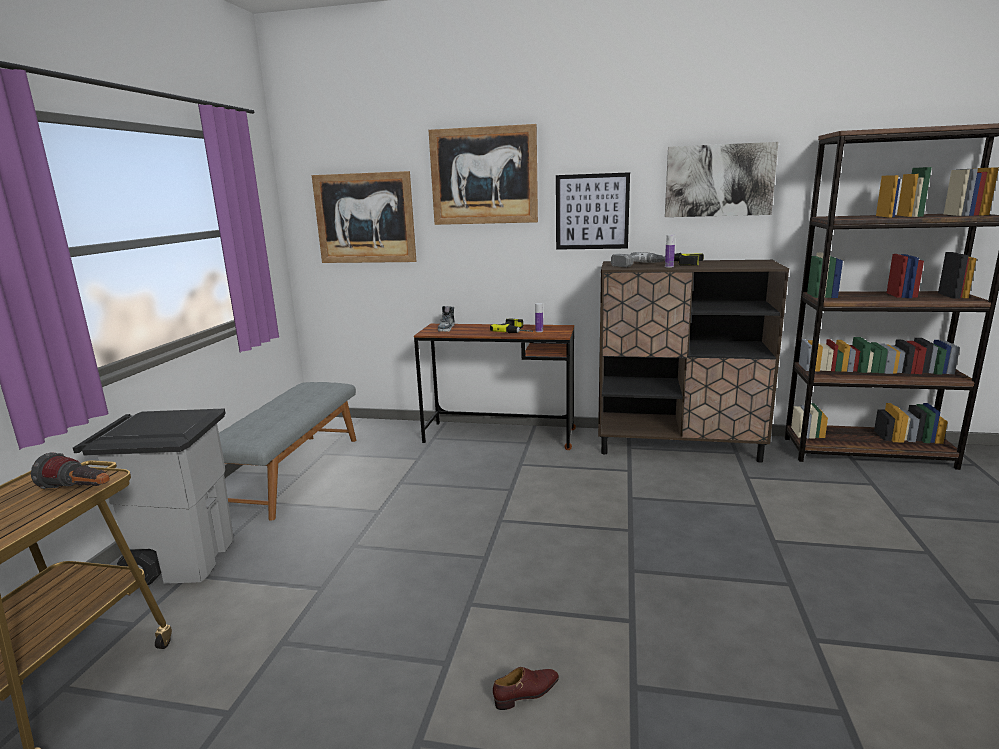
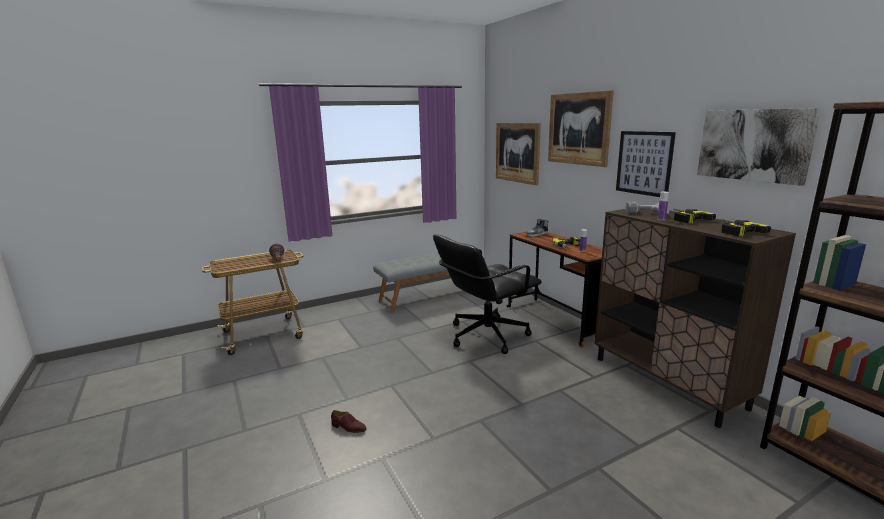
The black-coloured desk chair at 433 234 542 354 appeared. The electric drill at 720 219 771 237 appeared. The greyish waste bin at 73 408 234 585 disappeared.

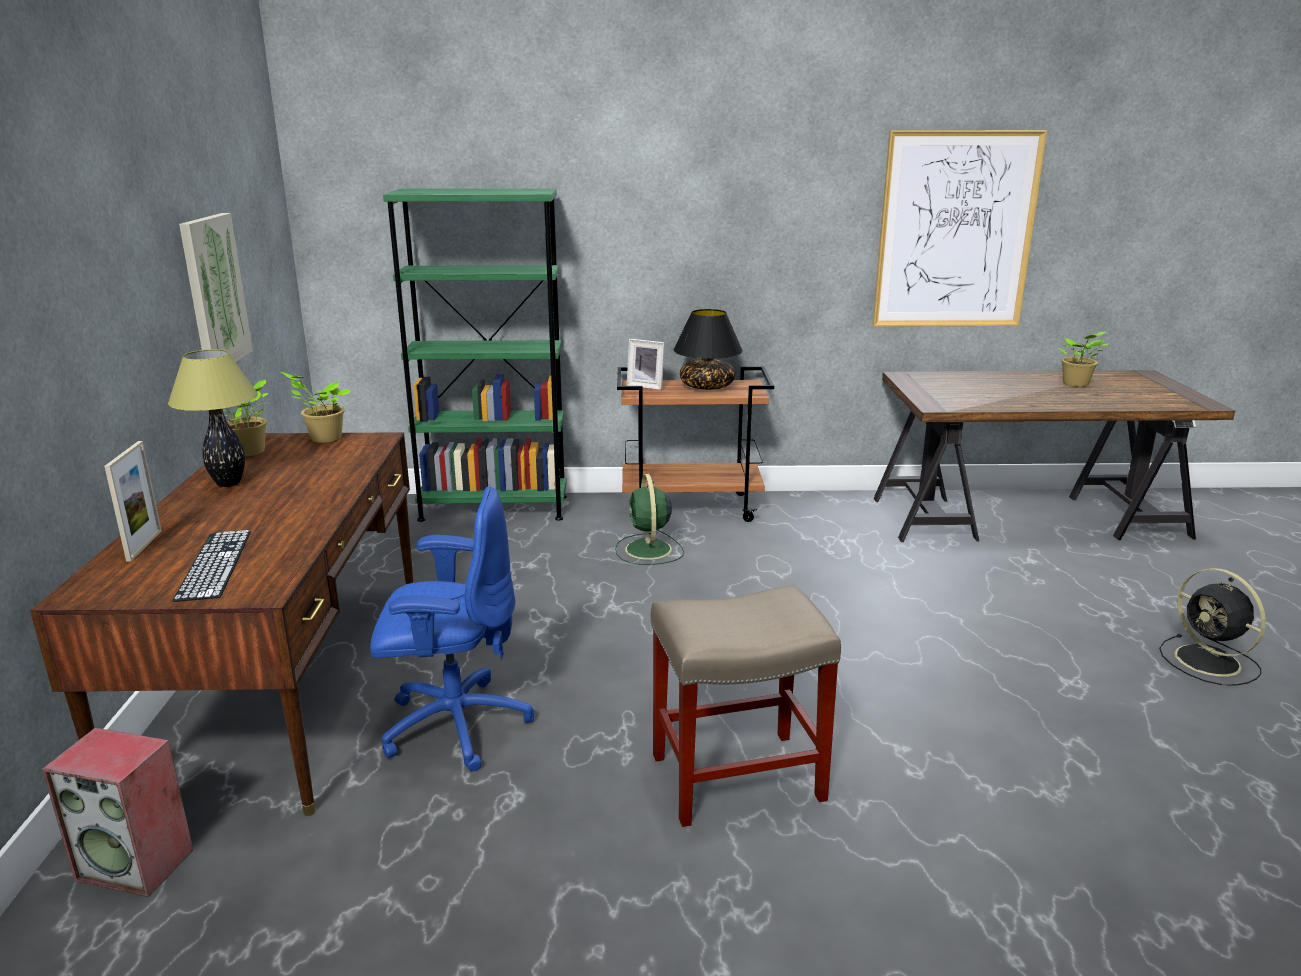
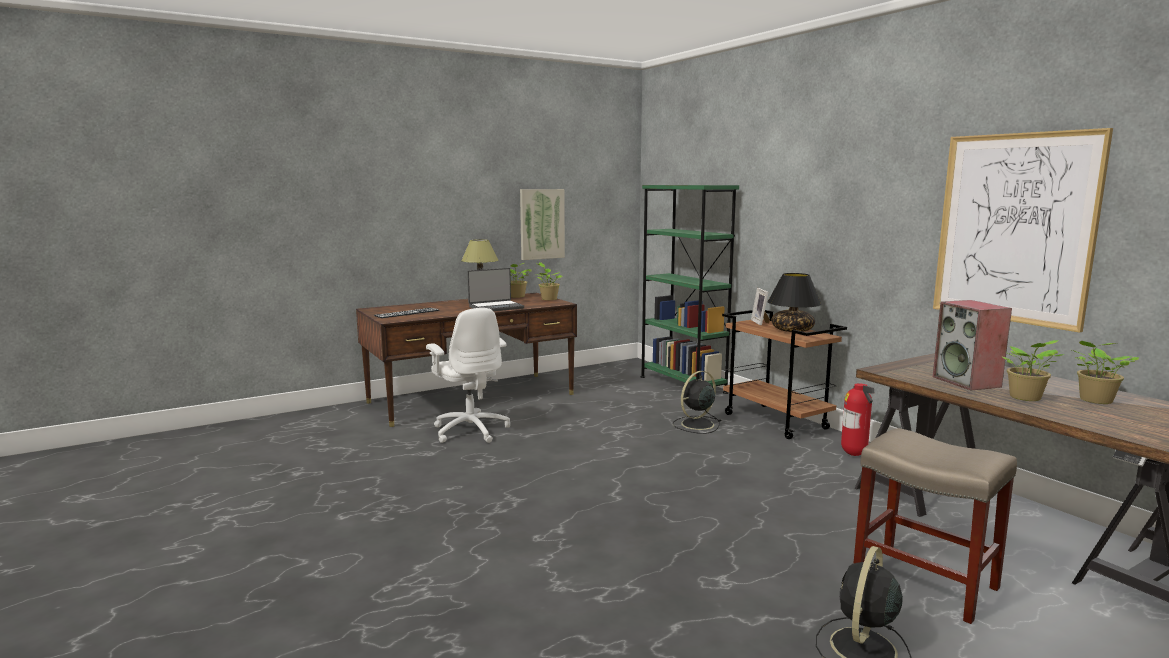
The blue desk chair at 370 486 534 771 became the white desk chair at 426 308 510 443. The notebook computer at 467 268 524 311 appeared. The greenish cooling fan at 615 474 684 565 became the black-coloured cooling fan at 673 371 721 434. The extinguisher at 841 383 875 456 appeared. The beige-coloured stool moved from 651 585 841 827 to 853 428 1017 624. The audio speaker moved from 42 728 194 897 to 933 300 1012 391. The potted plant at 1002 340 1065 401 appeared. The picture frame at 104 441 162 562 disappeared.

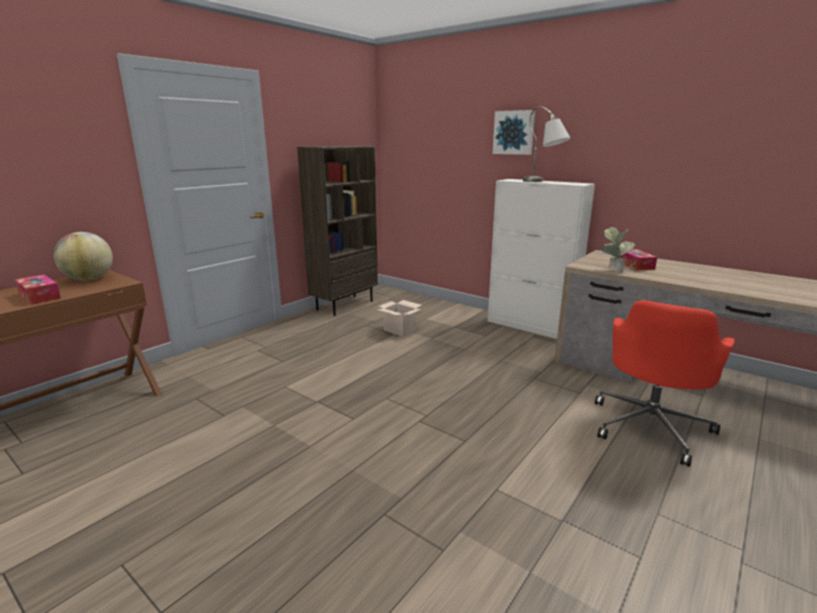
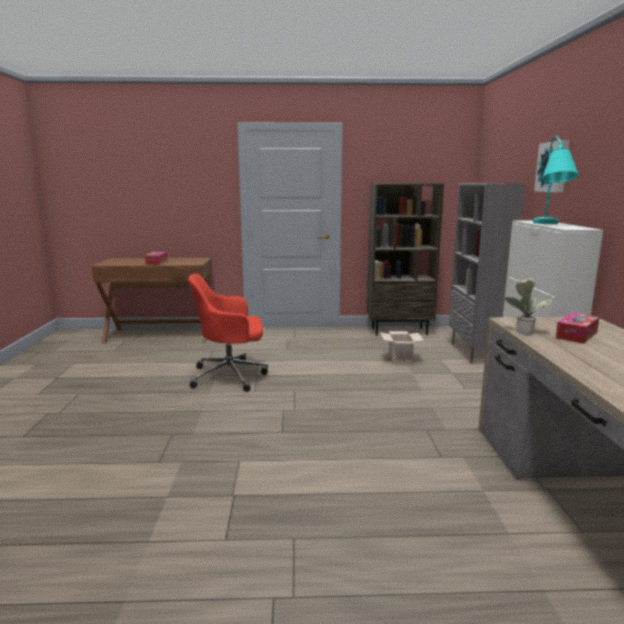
The reddish desk chair moved from 595 300 734 467 to 188 274 268 392. The greyish shelving unit at 449 183 525 363 appeared. The greyish tabletop lamp at 523 106 571 182 became the turquoise-coloured tabletop lamp at 533 136 579 224. The desk globe at 54 232 113 281 disappeared.

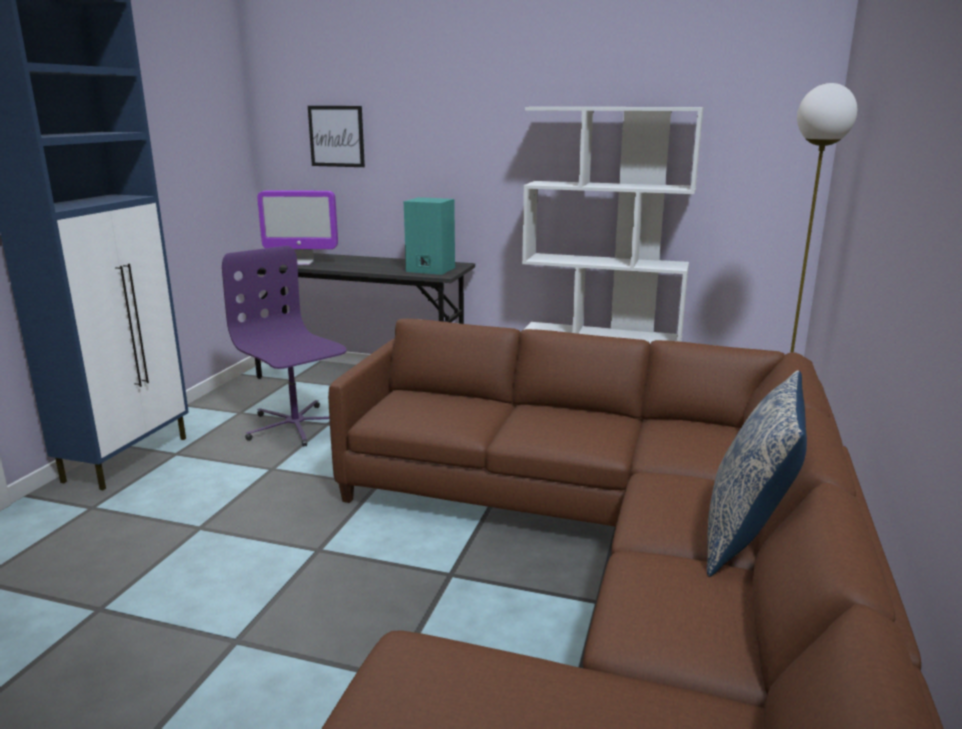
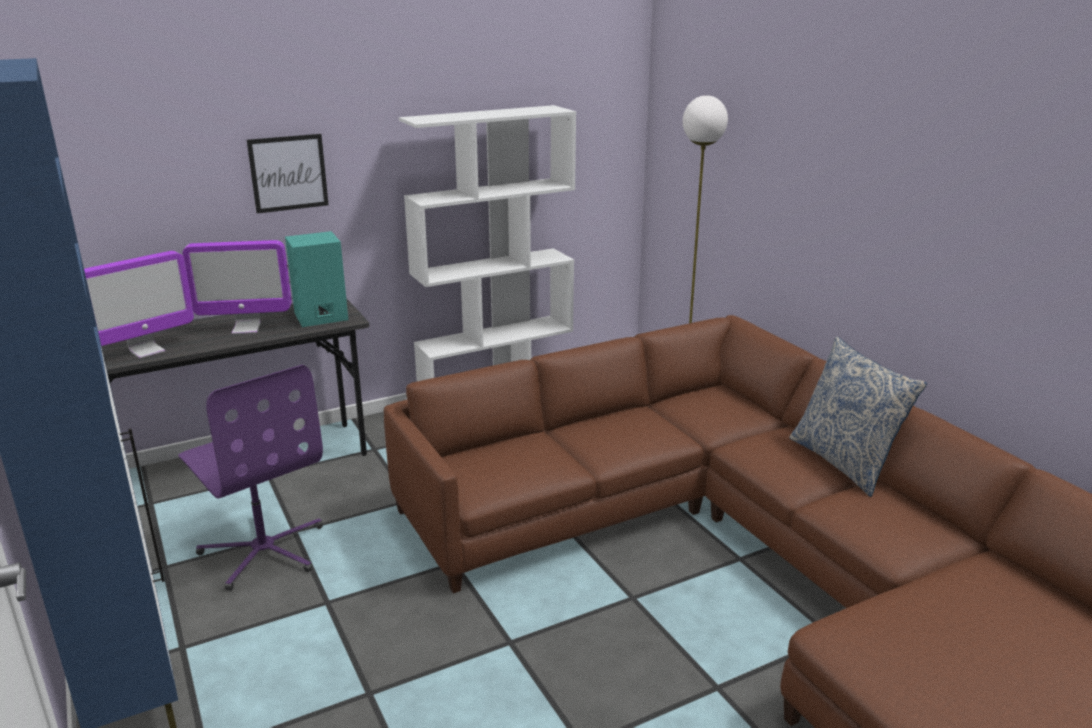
The purplish desk chair at 222 245 347 447 turned 135 degrees counterclockwise. The computer screen at 182 240 292 334 appeared. The wall picture moved from 308 106 365 167 to 247 134 329 214.

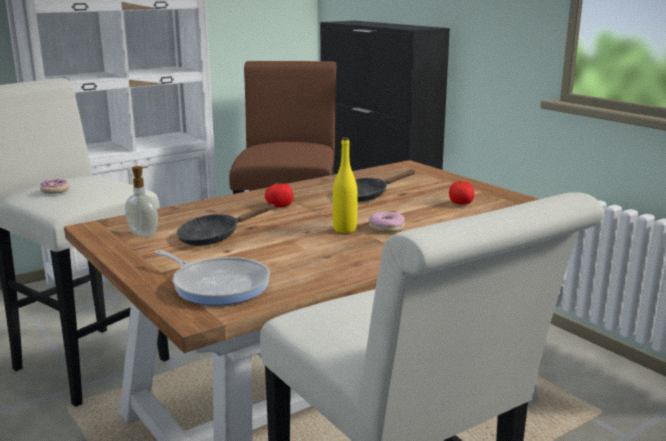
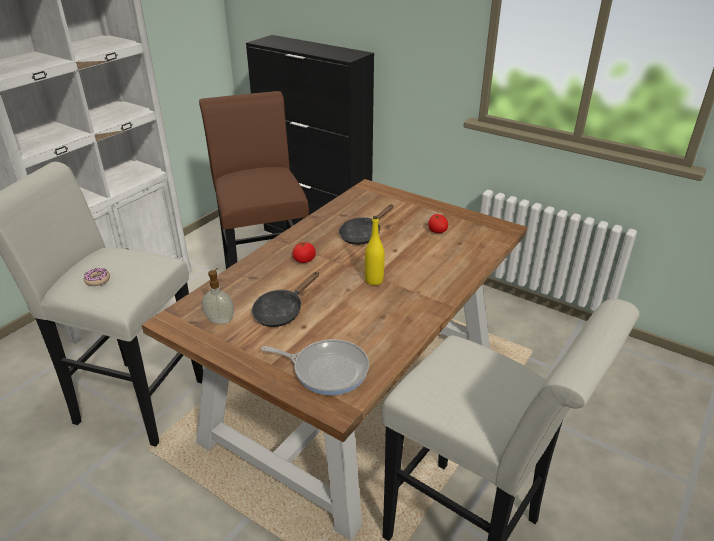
The ring doughnut at 368 211 405 233 disappeared.

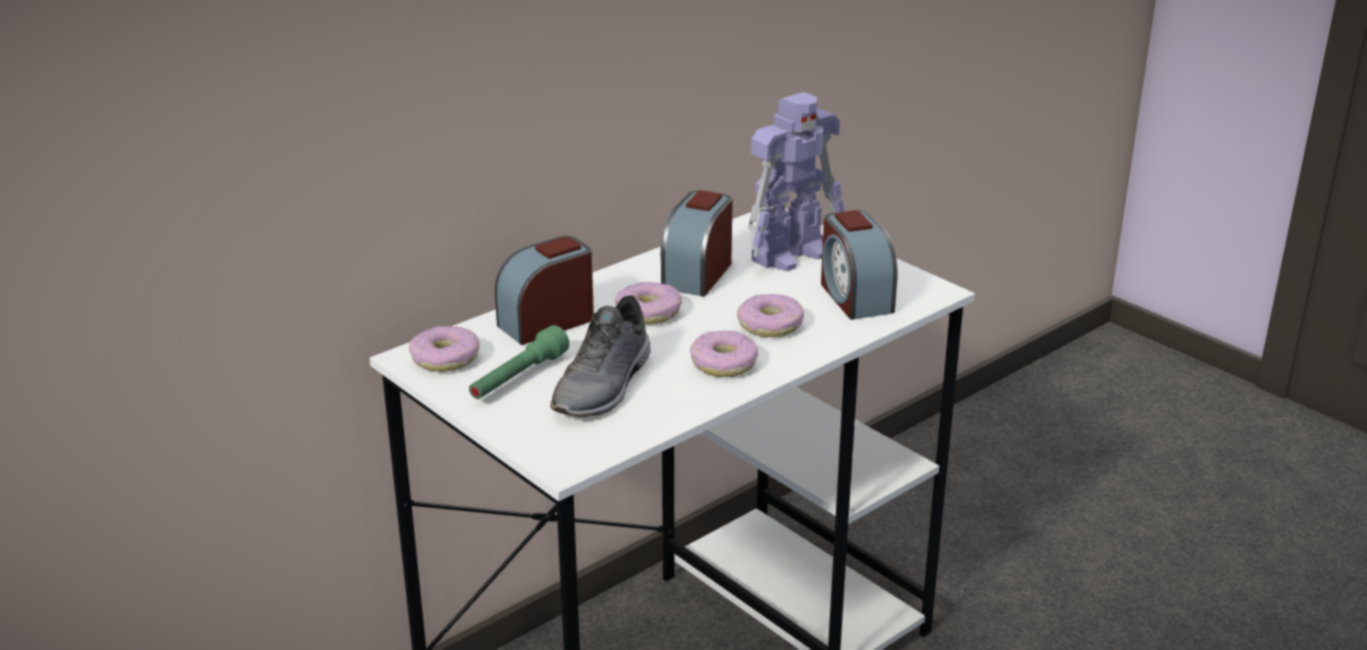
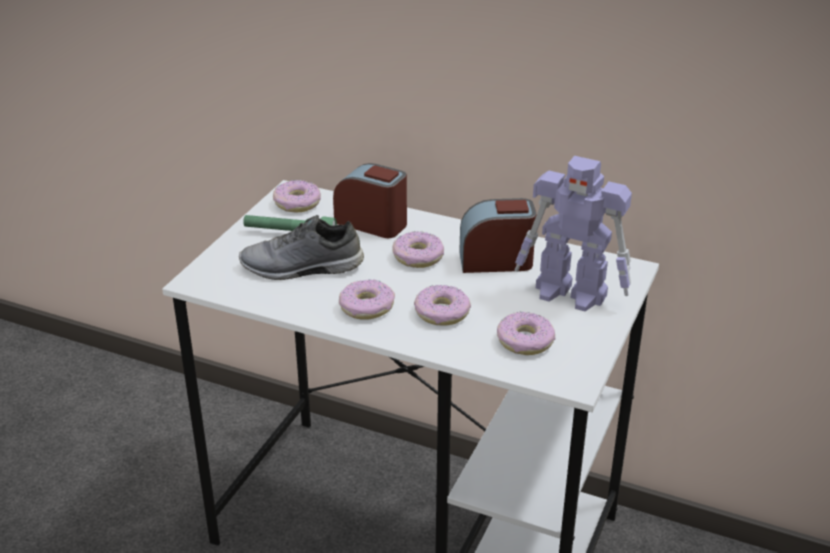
The table clock at 821 210 897 320 was replaced by the ring doughnut at 497 311 555 355.

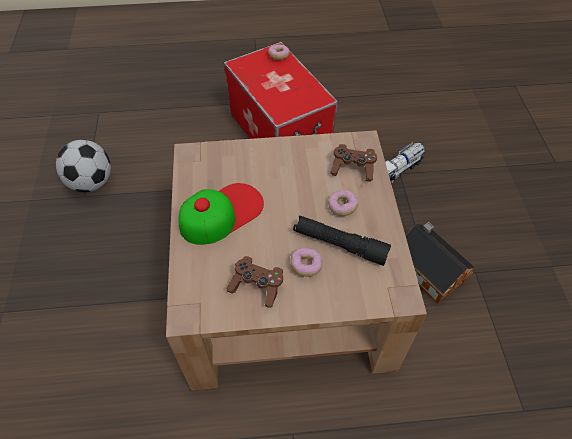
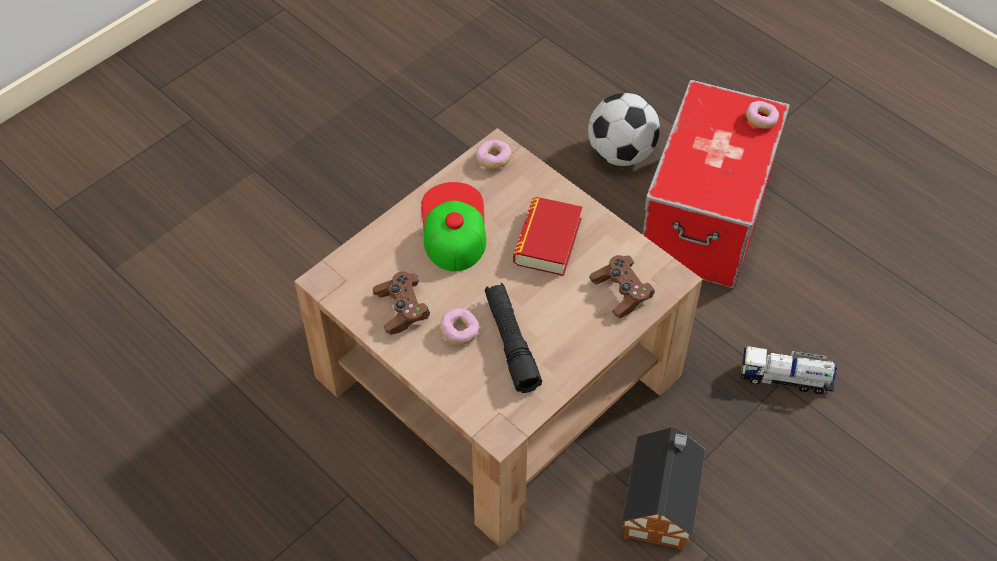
The baseball cap at 179 183 264 245 turned 105 degrees counterclockwise. The ring doughnut moved from 328 190 358 216 to 476 140 512 169. The bound book at 513 197 582 276 appeared. The ball for football moved from 56 140 111 192 to 588 93 660 166.

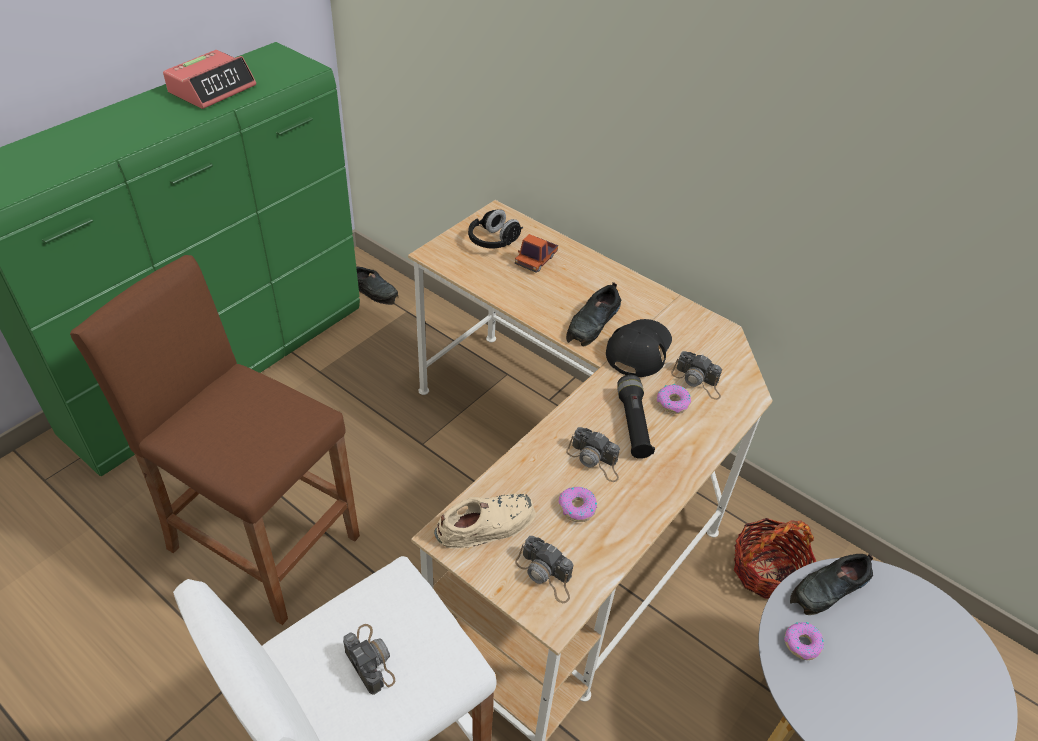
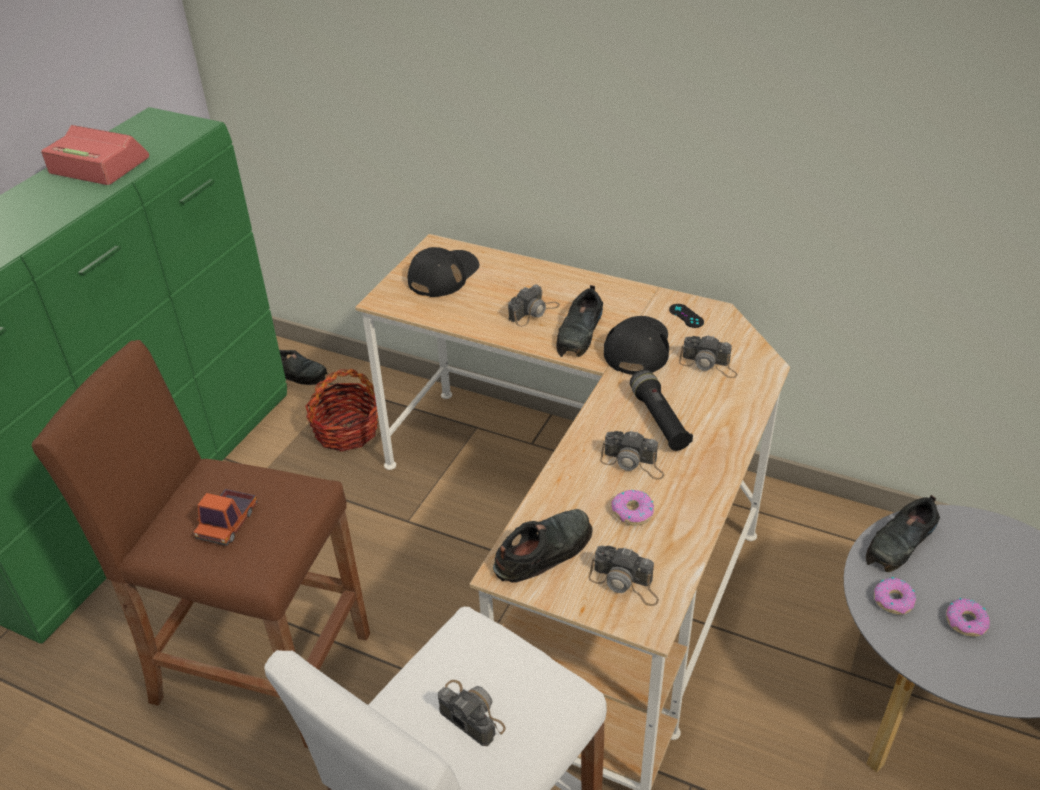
The table clock at 163 50 256 109 turned 90 degrees counterclockwise. The toy lorry moved from 515 234 558 272 to 193 489 257 546. The household basket moved from 734 518 816 599 to 305 369 378 452. The black-coloured headset at 468 209 523 249 was replaced by the black-coloured baseball cap at 408 247 479 297. The beige-coloured shoe at 434 494 536 549 became the black-coloured shoe at 493 509 593 583. The still camera at 508 284 560 327 appeared. The black-coloured gamepad at 669 304 704 328 appeared. The ring doughnut moved from 657 384 691 414 to 946 598 990 637.

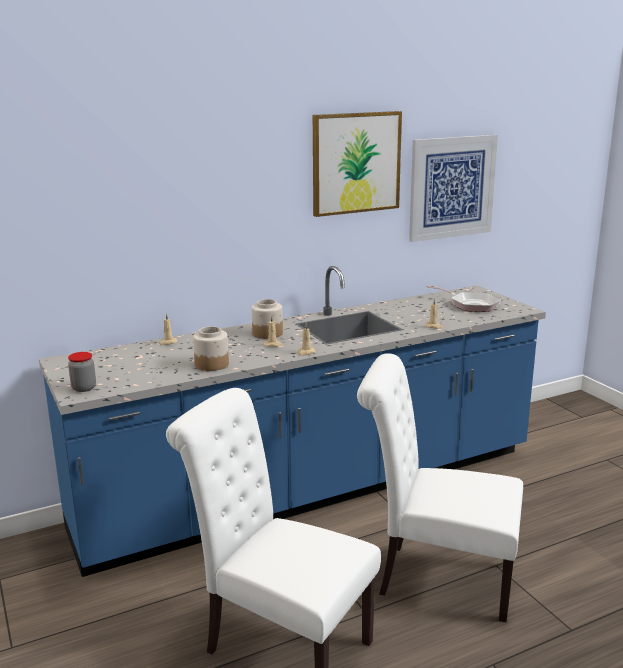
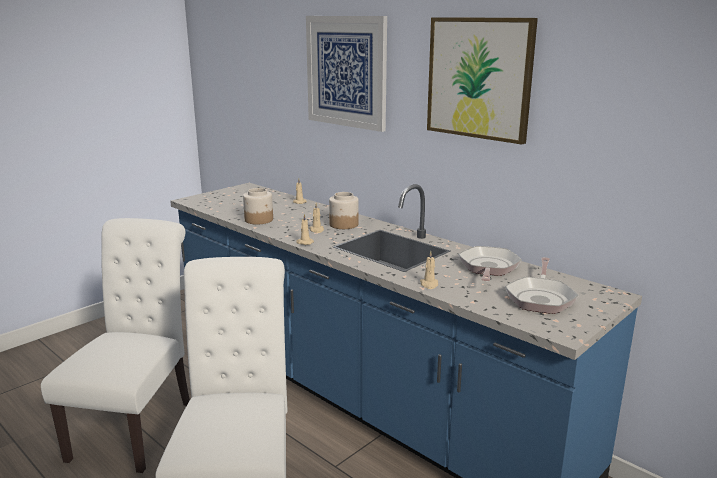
The wall picture moved from 409 135 498 242 to 306 16 387 132. The skillet at 458 246 522 281 appeared. The jar at 68 352 96 392 disappeared.

